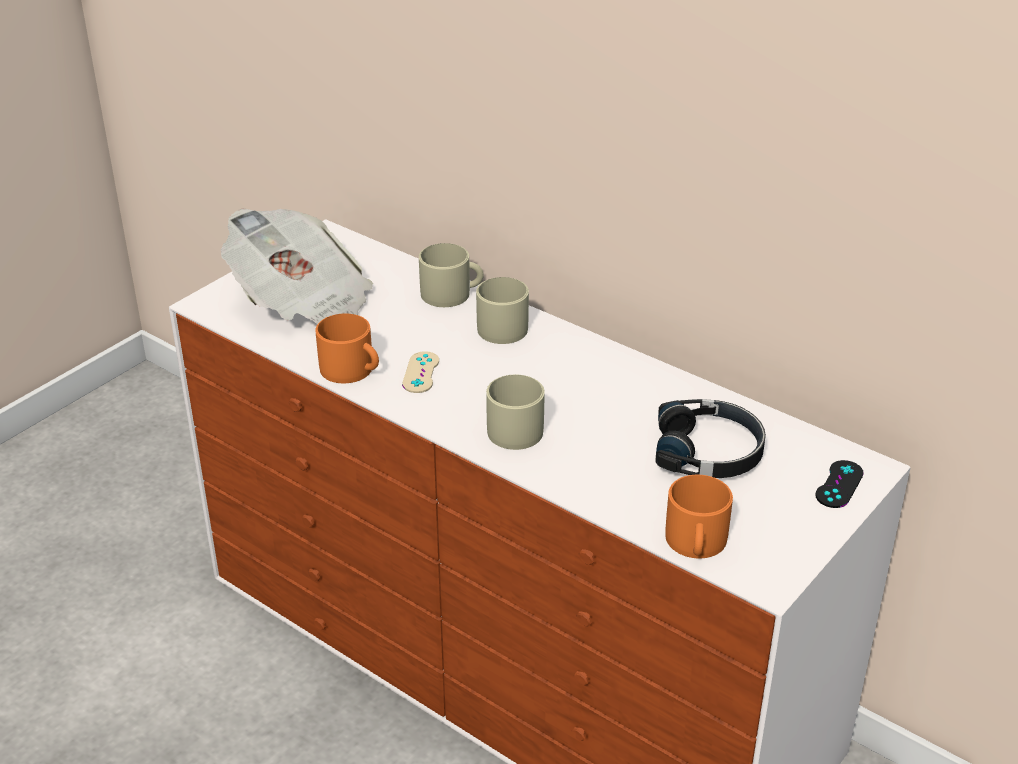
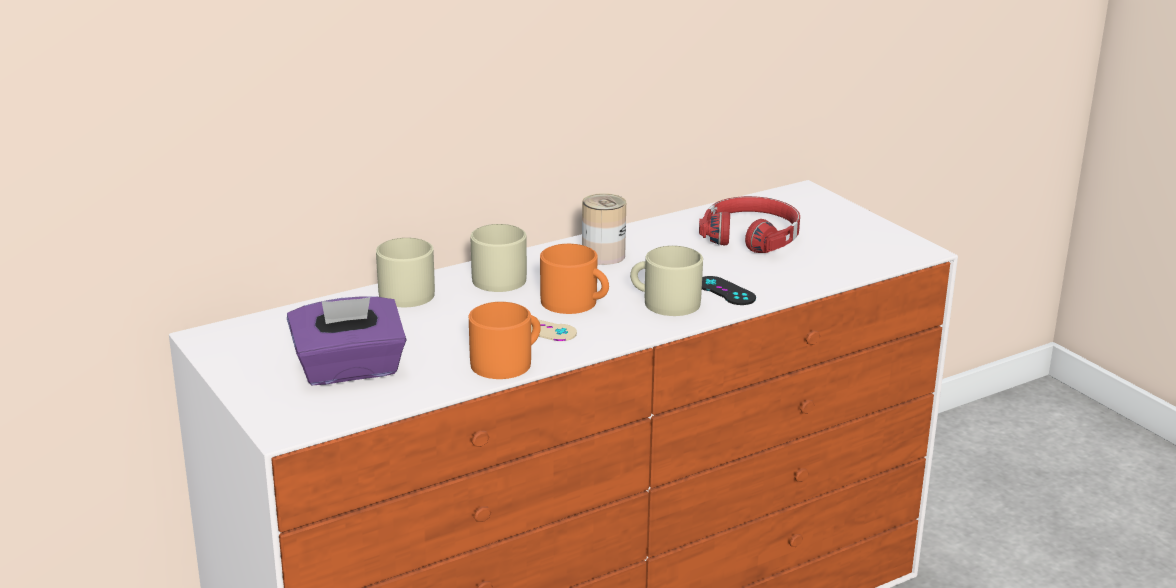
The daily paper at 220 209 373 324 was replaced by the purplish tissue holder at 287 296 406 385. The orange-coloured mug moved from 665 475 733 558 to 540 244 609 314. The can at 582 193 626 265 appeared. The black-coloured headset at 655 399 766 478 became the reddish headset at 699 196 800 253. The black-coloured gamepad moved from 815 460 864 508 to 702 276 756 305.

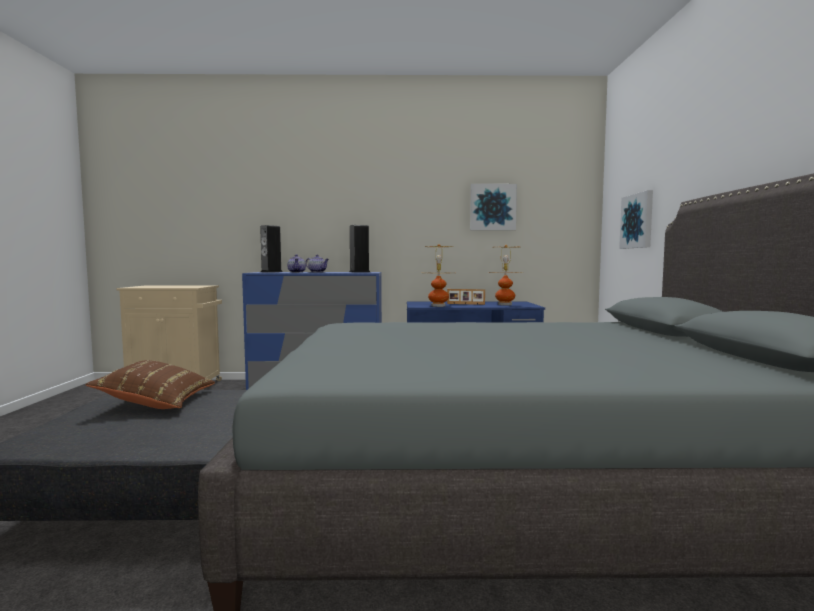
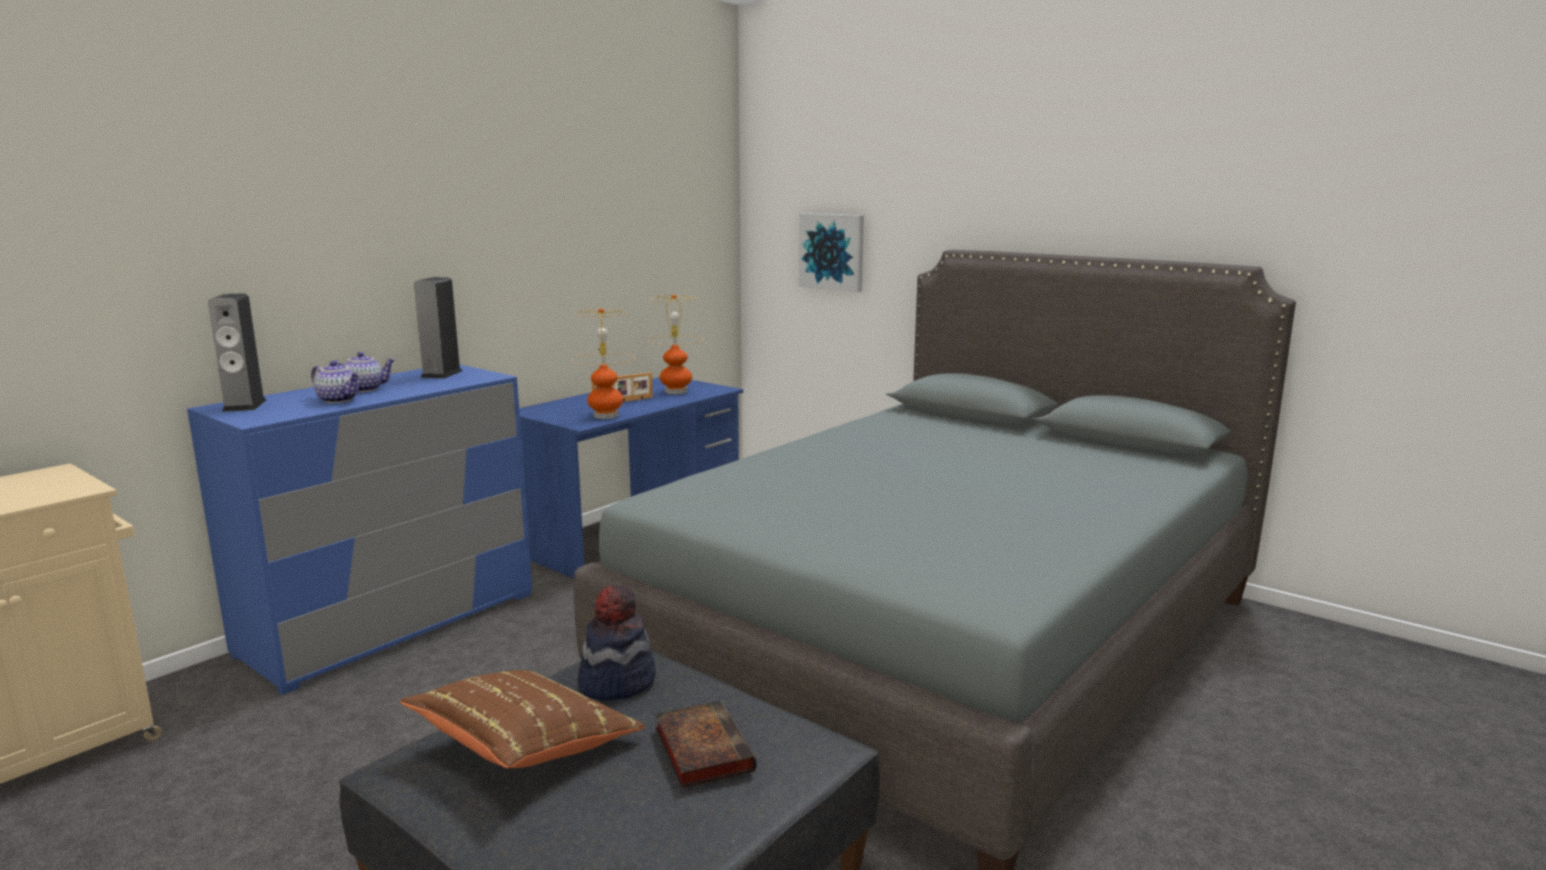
The hat at 577 586 656 700 appeared. The bound book at 655 701 756 788 appeared. The wall picture at 470 184 517 230 disappeared.

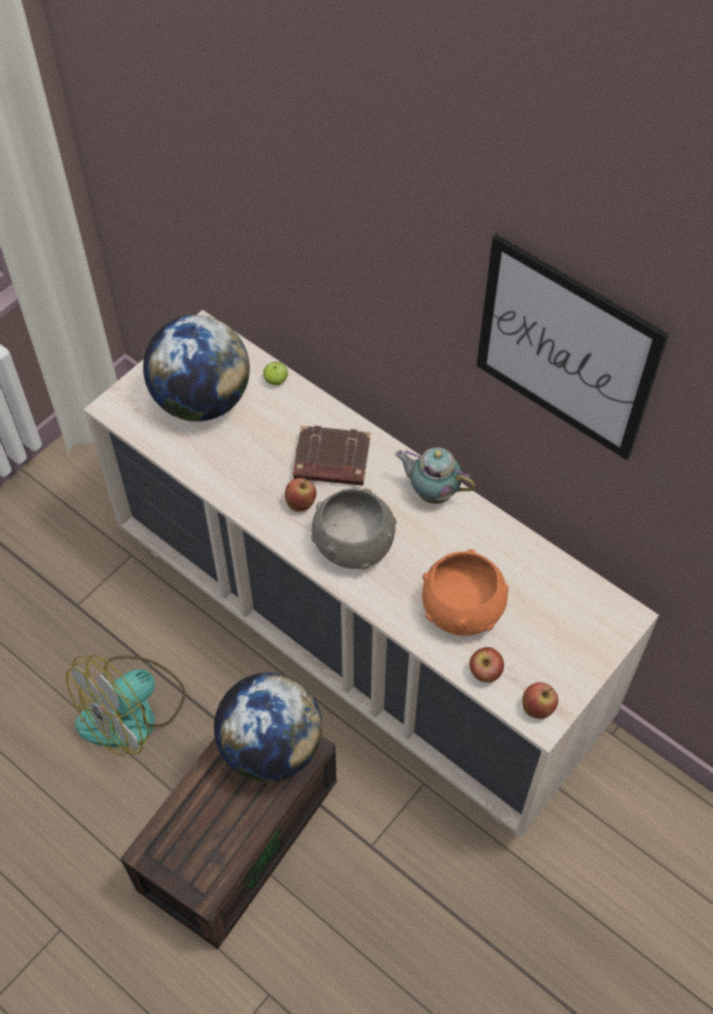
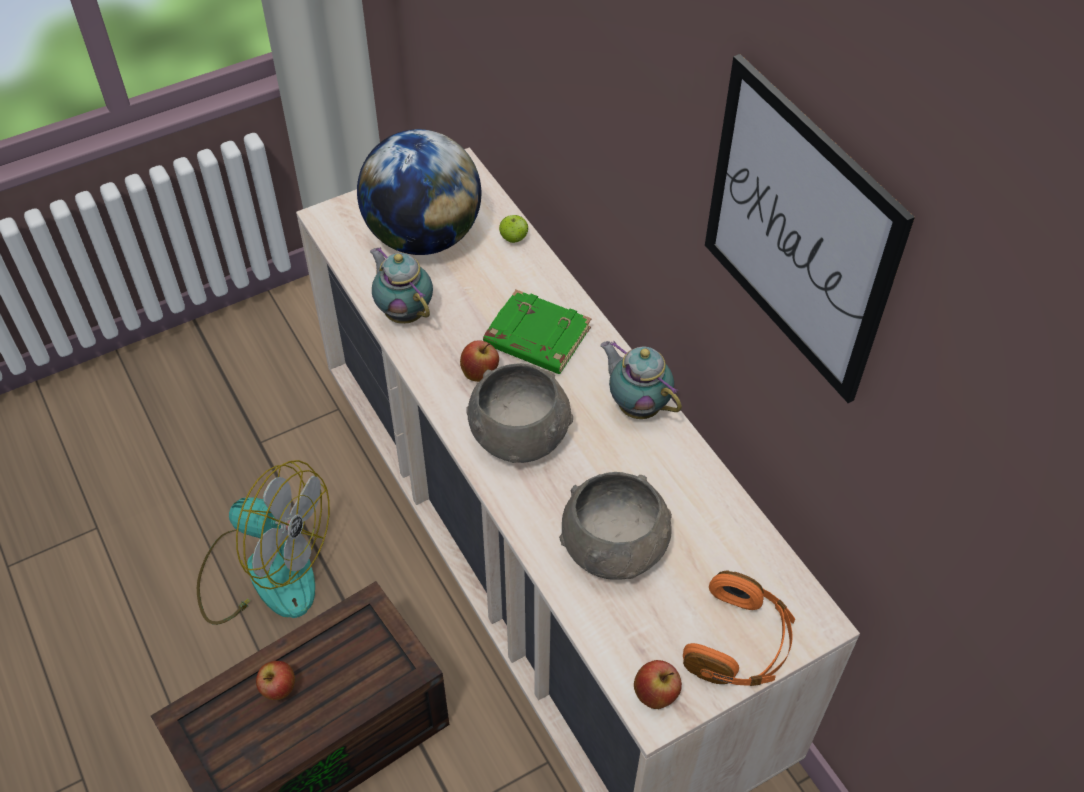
The cooling fan at 66 655 186 756 turned 135 degrees counterclockwise. The apple moved from 469 647 504 682 to 256 661 295 700. The pot for tea at 370 247 433 324 appeared. The brownish bound book at 293 426 371 486 became the greenish bound book at 483 290 591 374. The orange-coloured deep dish at 422 549 509 636 became the greyish deep dish at 559 472 672 580. The orange-coloured headset at 683 570 795 686 appeared. The desk globe at 214 673 322 782 disappeared.

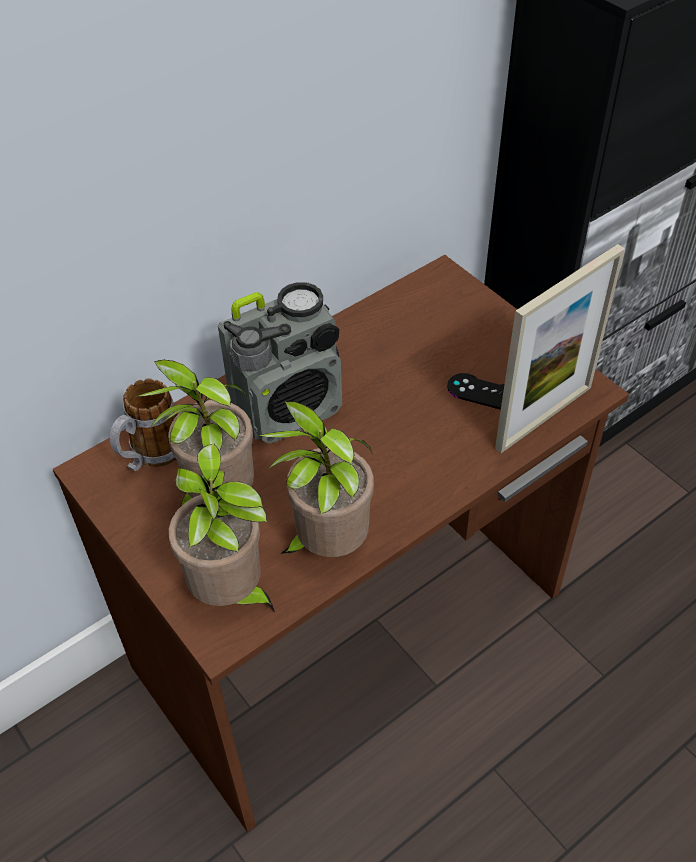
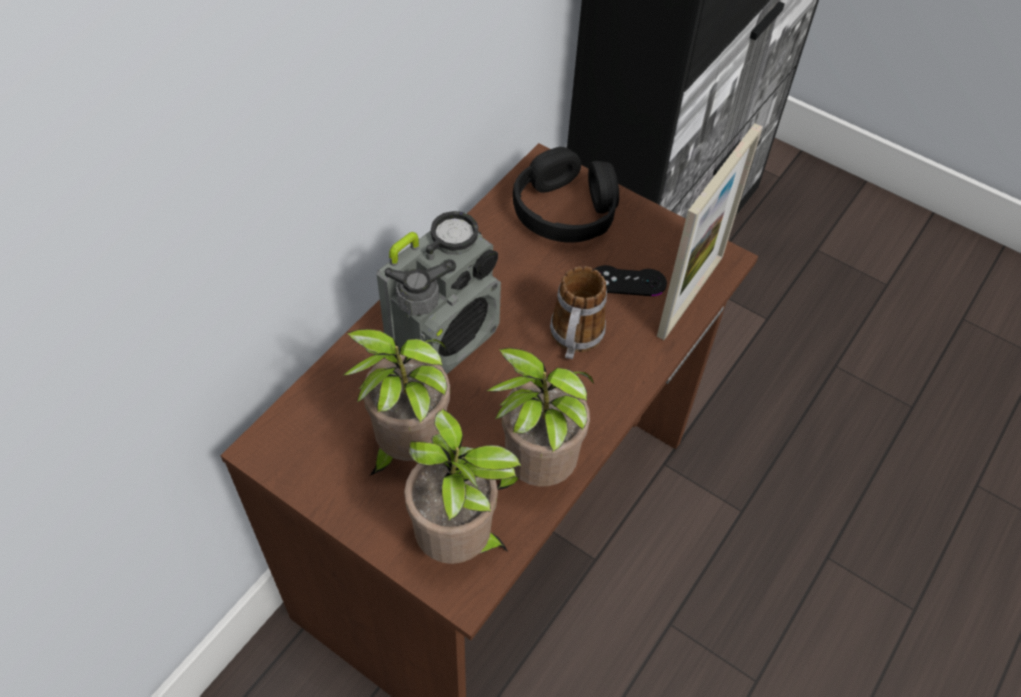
The black-coloured headset at 513 147 619 243 appeared. The mug moved from 110 379 177 471 to 550 266 607 360.

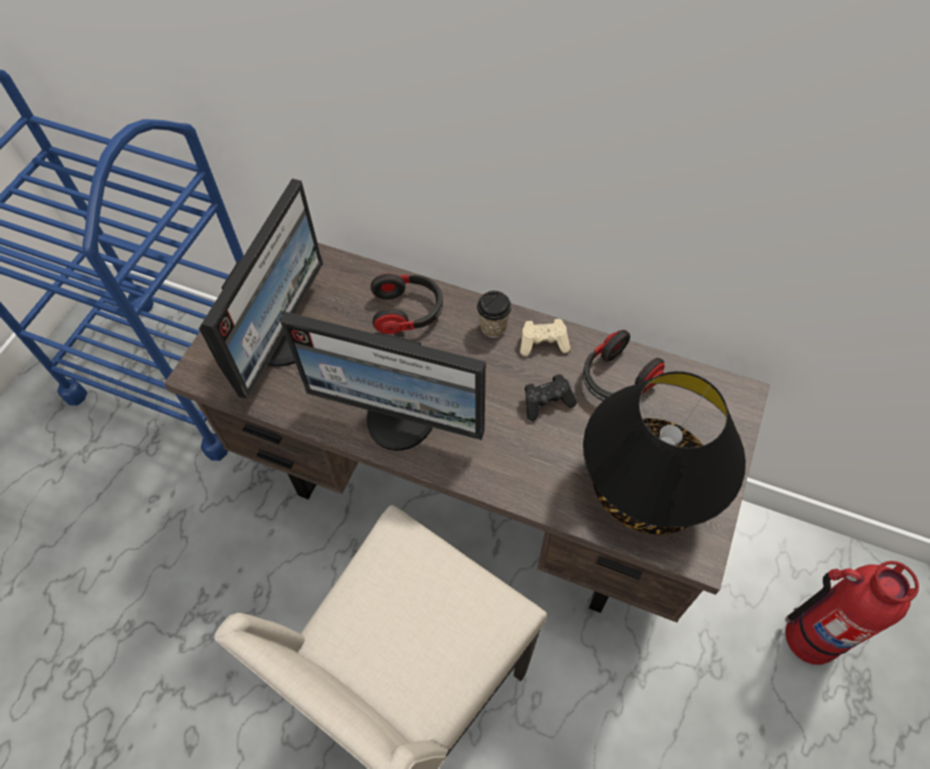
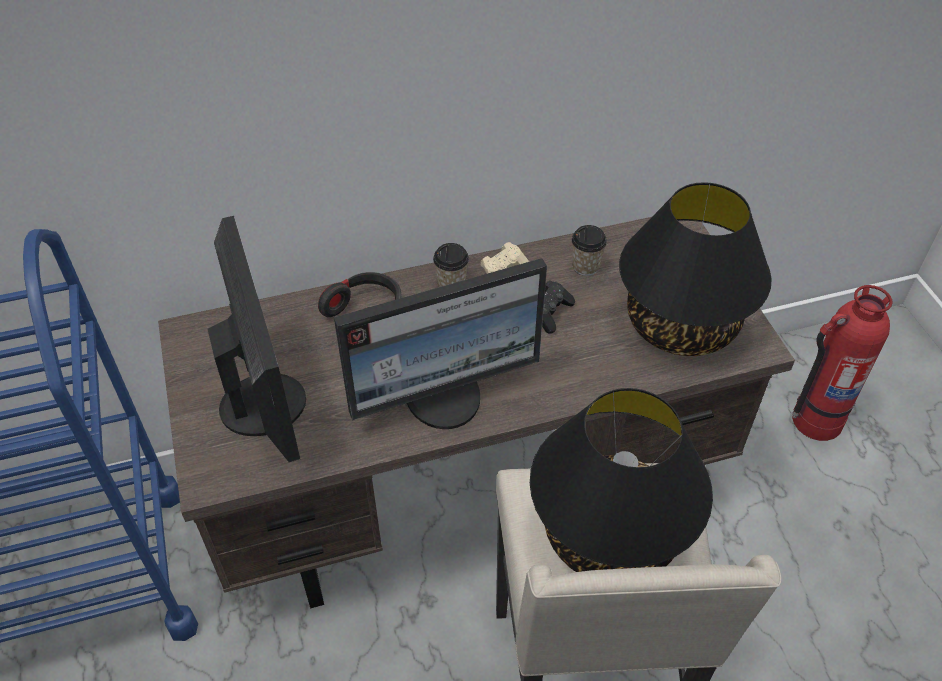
The black-coloured tabletop lamp at 530 388 713 572 appeared. The headset at 583 330 665 401 was replaced by the small cup at 572 225 607 276.

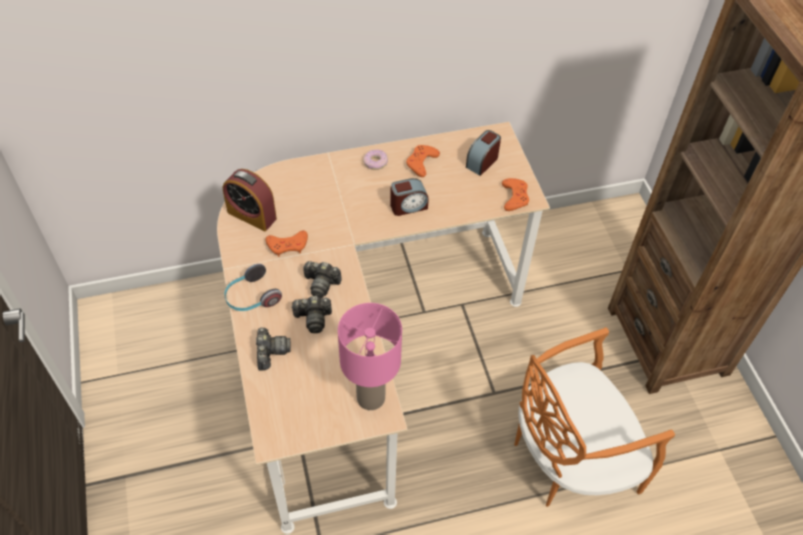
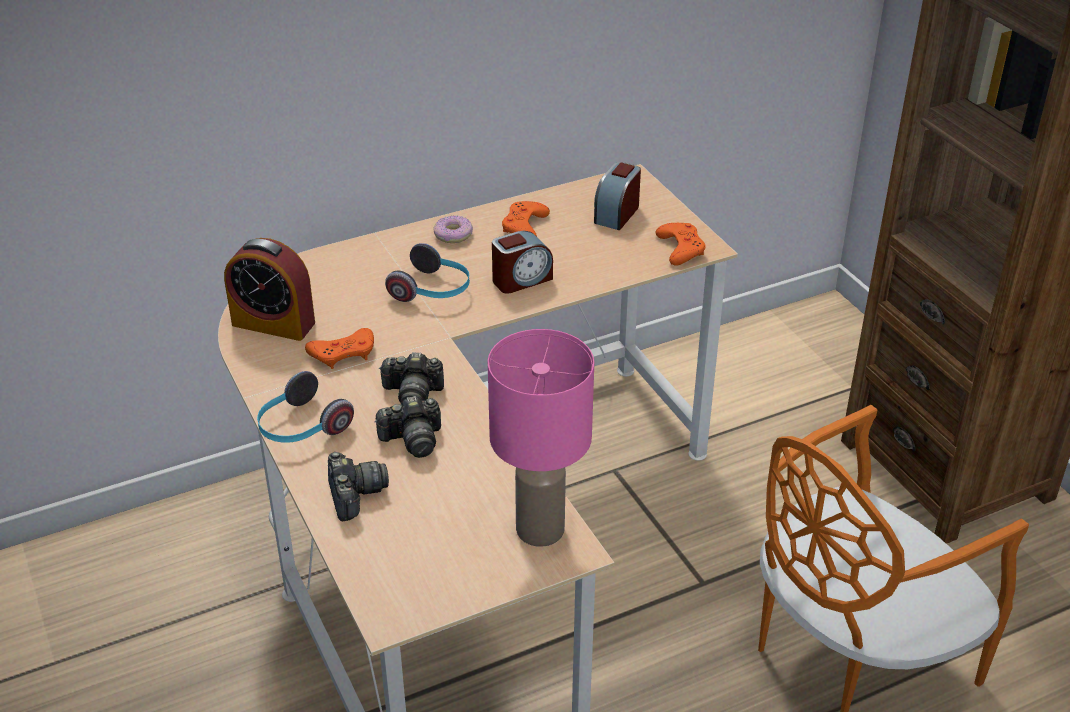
The headset at 385 243 470 302 appeared.

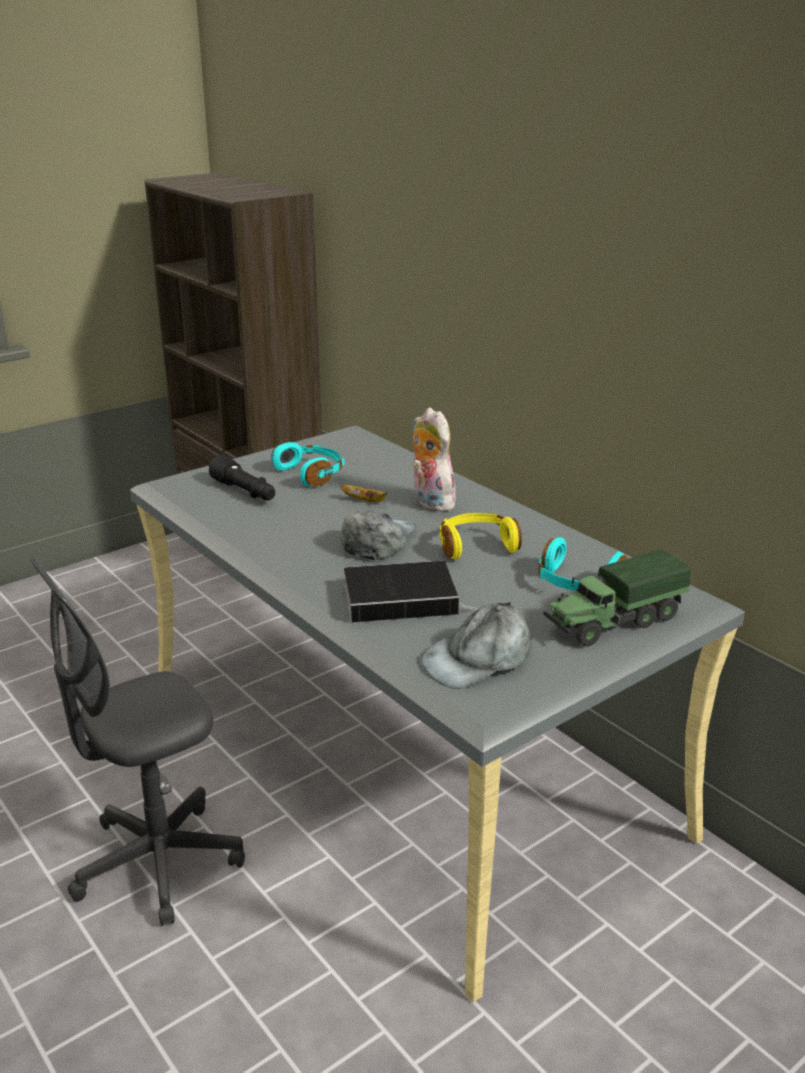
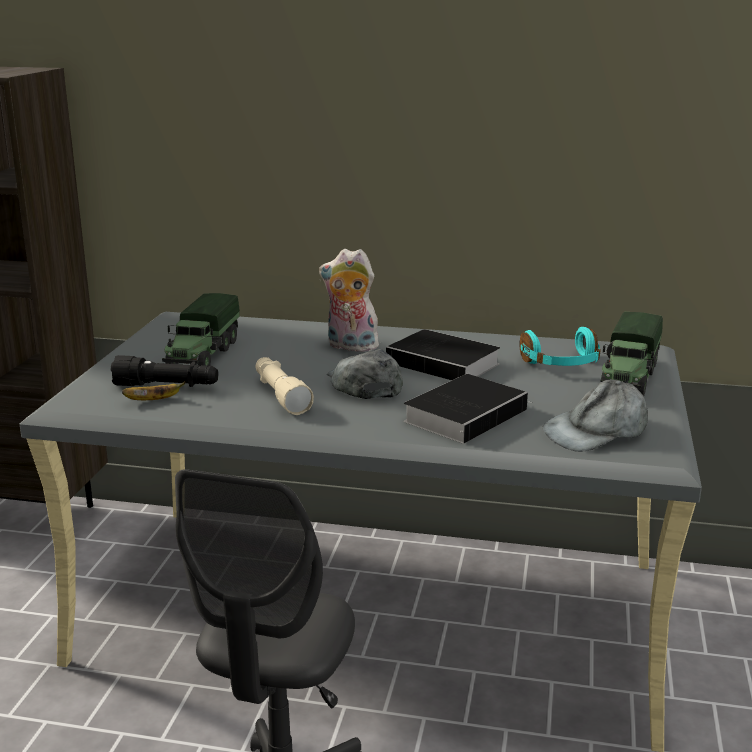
The whole banana moved from 341 485 387 502 to 122 381 186 400. The turquoise-coloured headset at 271 442 345 487 was replaced by the toy lorry at 162 293 240 366. The beige-coloured hand torch at 256 357 314 415 appeared. The yellow-coloured headset at 440 513 522 559 was replaced by the bound book at 386 329 500 380. The greyish baseball cap at 421 602 532 689 turned 45 degrees clockwise.

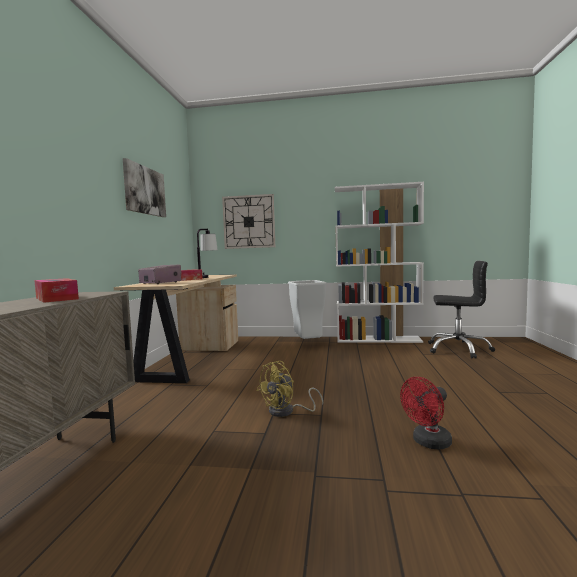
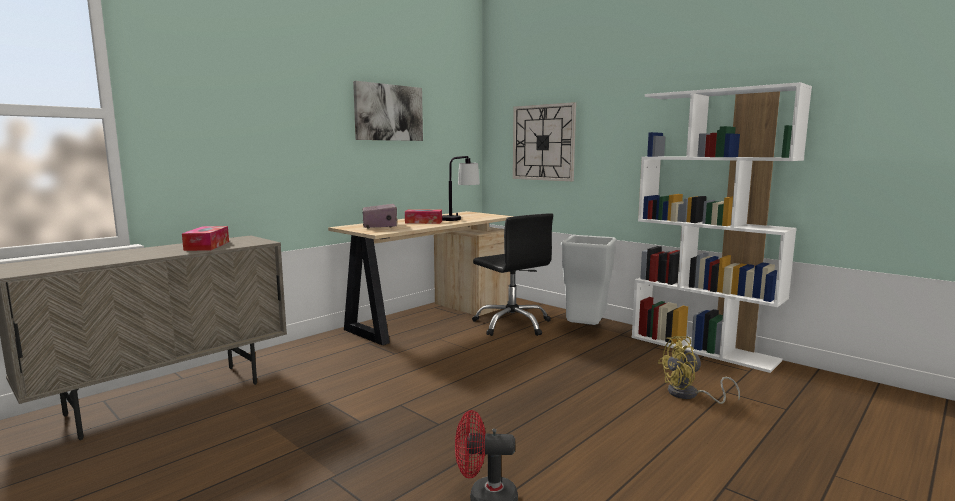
The black-coloured desk chair moved from 428 261 495 359 to 472 213 553 336. The yellow-coloured cooling fan moved from 257 361 323 417 to 658 336 740 404.

